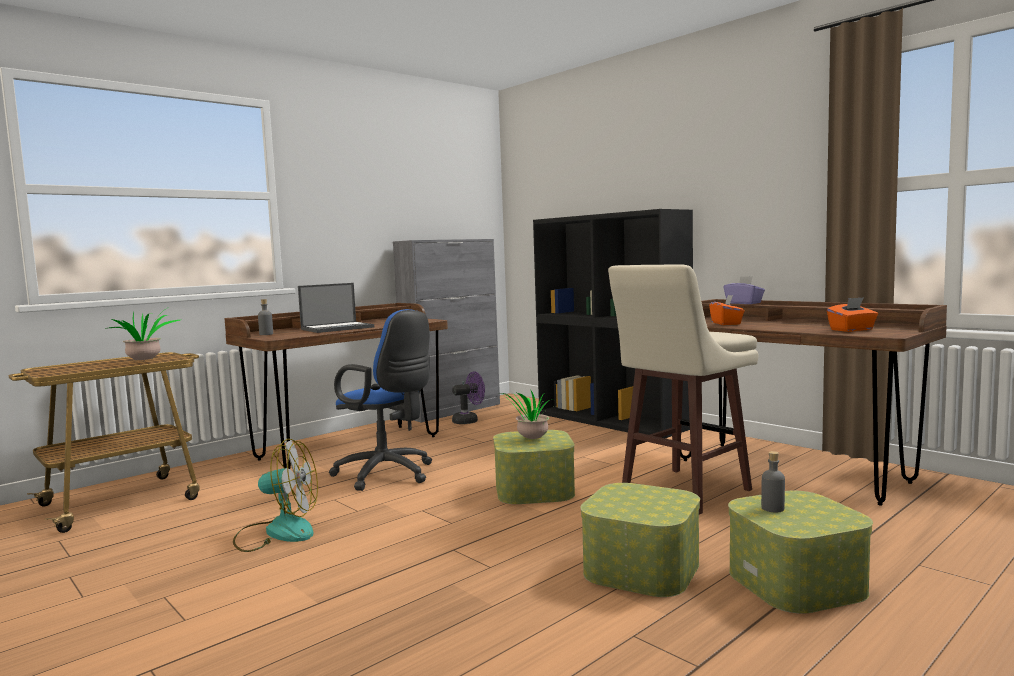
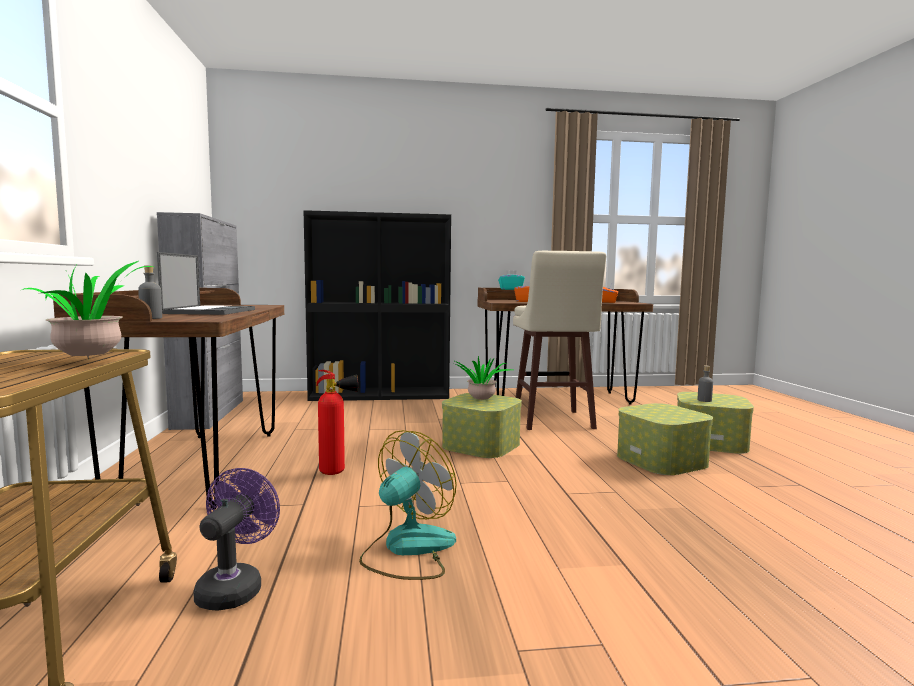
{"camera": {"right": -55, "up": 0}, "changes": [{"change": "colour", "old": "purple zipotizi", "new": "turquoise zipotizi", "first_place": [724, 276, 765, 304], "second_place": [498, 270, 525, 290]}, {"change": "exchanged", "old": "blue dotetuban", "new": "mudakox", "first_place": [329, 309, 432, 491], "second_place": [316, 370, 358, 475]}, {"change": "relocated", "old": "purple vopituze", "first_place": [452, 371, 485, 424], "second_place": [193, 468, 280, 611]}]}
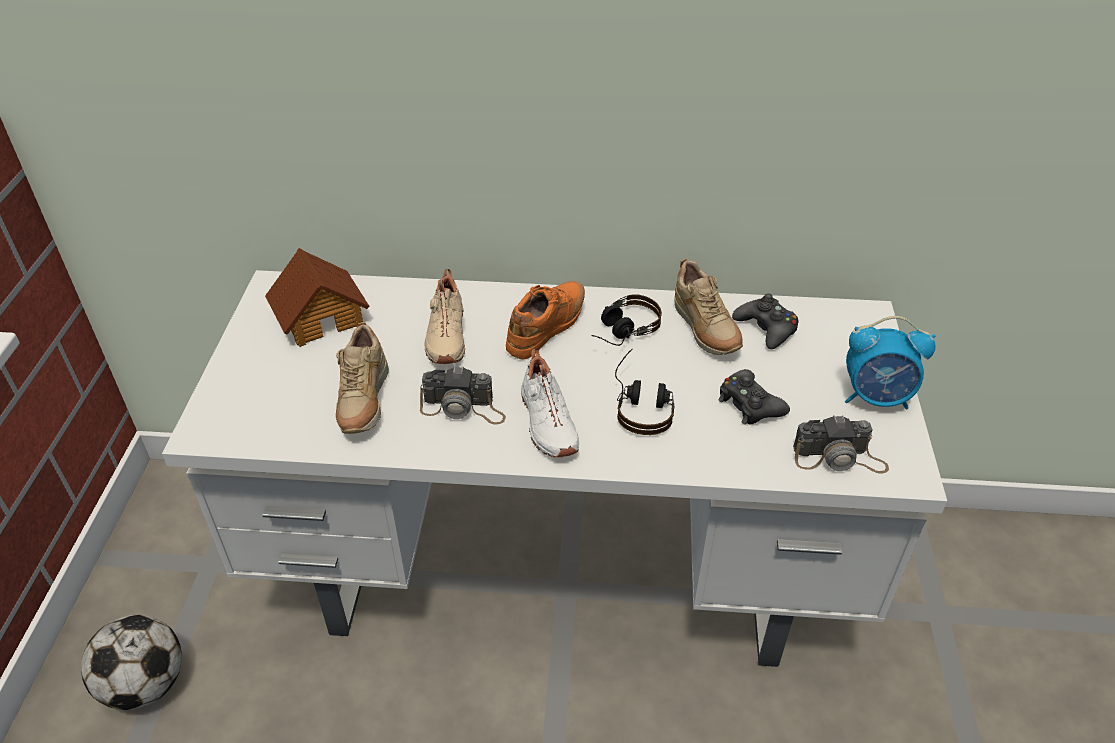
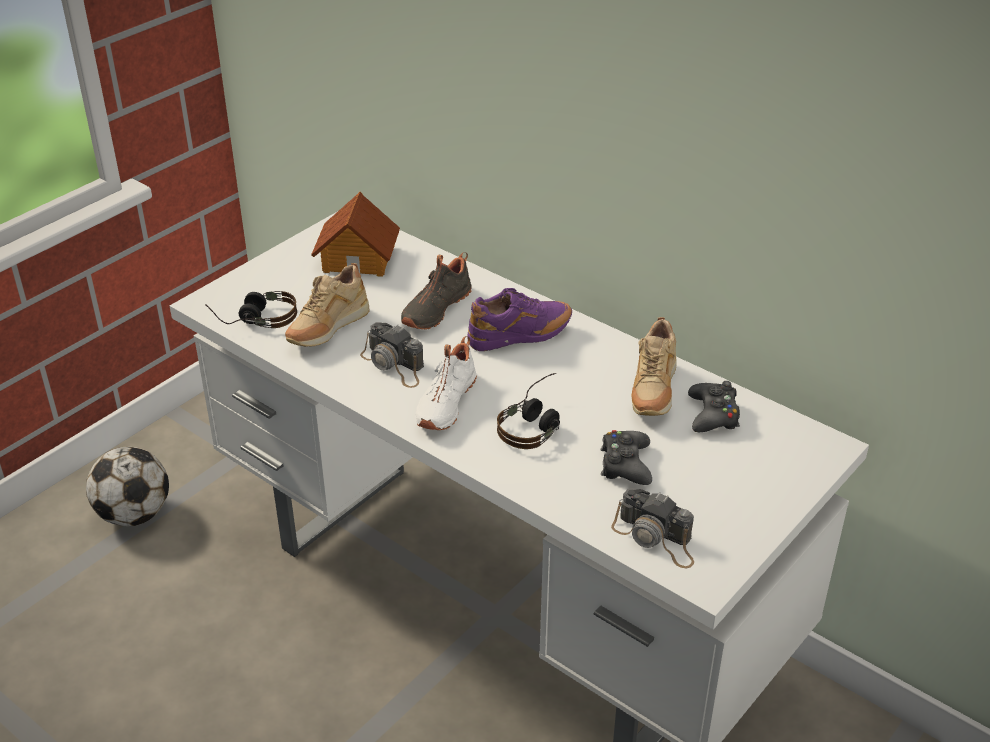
{"camera": {"right": 35, "up": -5}, "changes": [{"change": "colour", "old": "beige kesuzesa", "new": "black kesuzesa", "first_place": [424, 269, 465, 364], "second_place": [401, 252, 472, 330]}, {"change": "colour", "old": "orange kesuzesa", "new": "purple kesuzesa", "first_place": [506, 281, 585, 360], "second_place": [468, 288, 572, 351]}, {"change": "relocated", "old": "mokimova", "first_place": [591, 294, 662, 346], "second_place": [205, 291, 297, 328]}, {"change": "missing", "old": "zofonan", "first_place": [845, 316, 936, 409]}]}
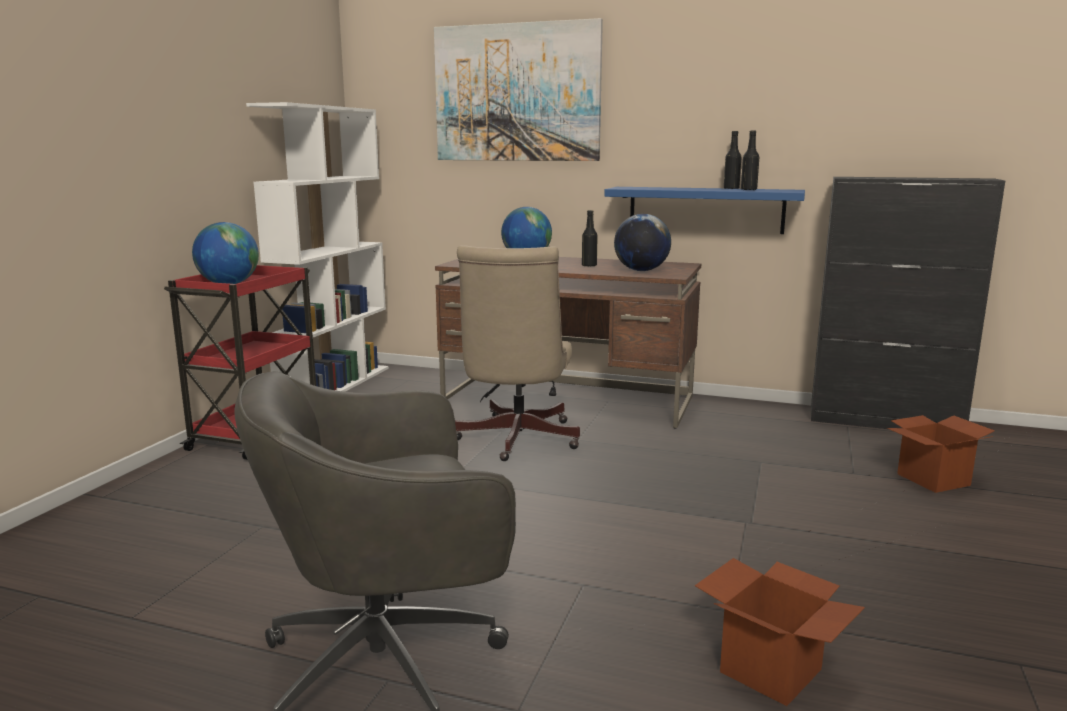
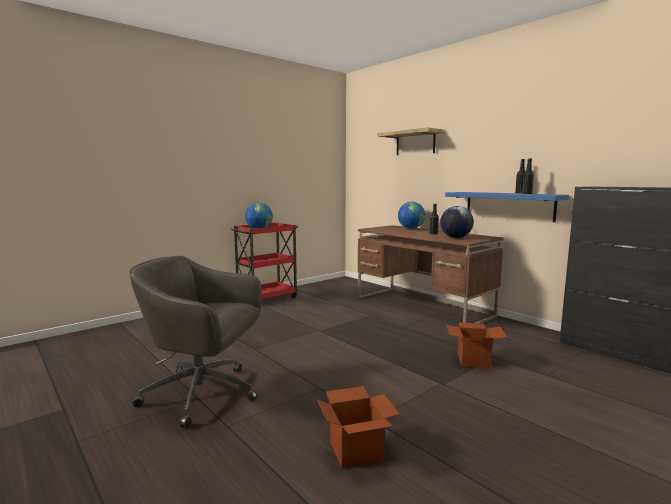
{"camera": {"right": 30, "up": -5}, "changes": [{"change": "exchanged", "old": "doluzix", "new": "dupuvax", "first_place": [434, 18, 603, 161], "second_place": [377, 127, 443, 155]}, {"change": "missing", "old": "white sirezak", "first_place": [246, 102, 389, 392]}, {"change": "missing", "old": "beige dotetuban", "first_place": [455, 245, 580, 461]}, {"change": "relocated", "old": "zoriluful", "first_place": [887, 415, 995, 493], "second_place": [446, 322, 507, 368]}]}
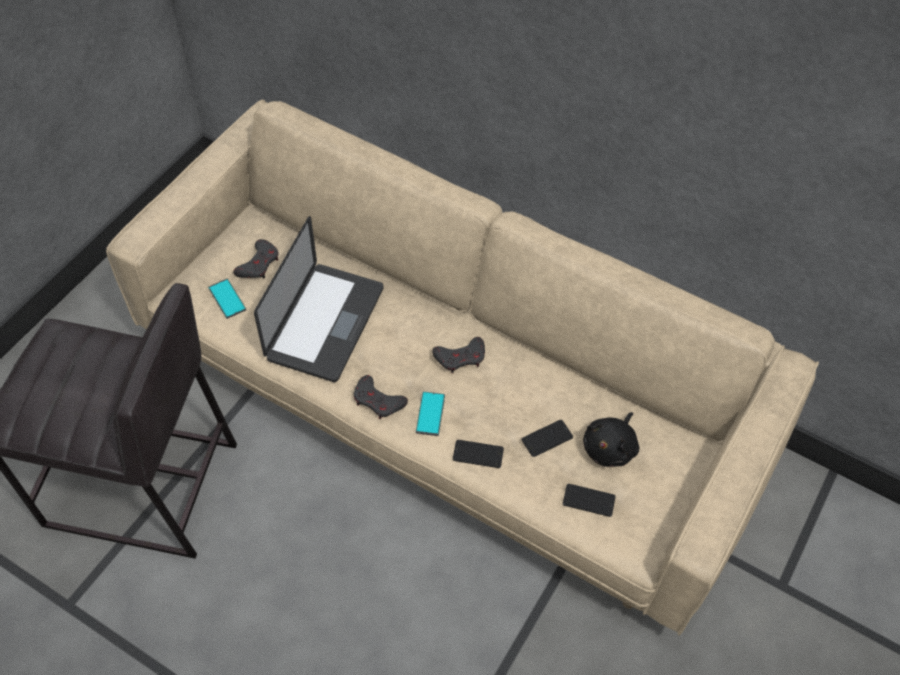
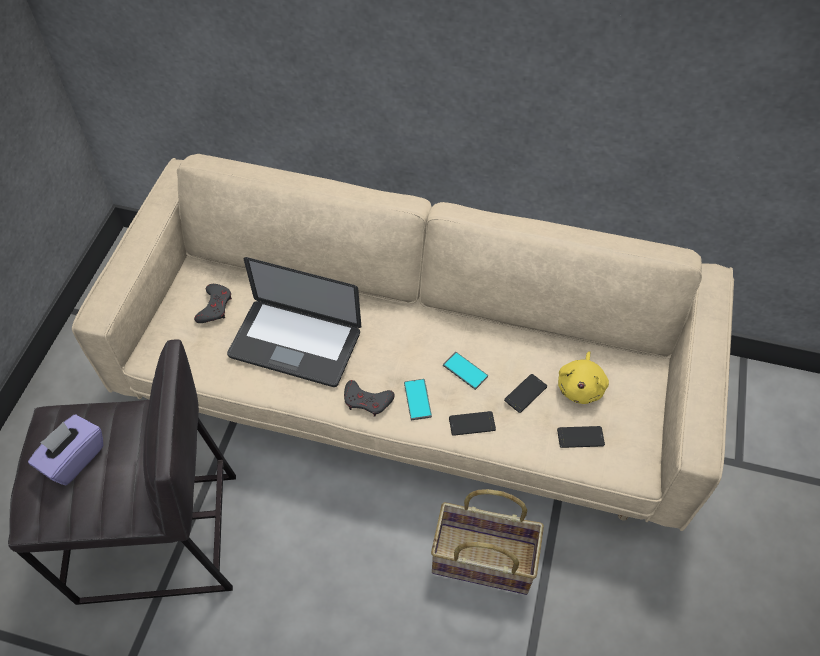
{"camera": {"right": -15, "up": 0}, "changes": [{"change": "spun", "old": "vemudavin", "first_place": [254, 216, 384, 382], "second_place": [227, 257, 361, 387], "degrees": 105}, {"change": "relocated", "old": "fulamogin", "first_place": [208, 279, 246, 319], "second_place": [443, 352, 488, 390]}, {"change": "missing", "old": "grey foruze", "first_place": [432, 337, 485, 373]}, {"change": "colour", "old": "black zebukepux", "new": "yellow zebukepux", "first_place": [583, 412, 639, 467], "second_place": [558, 351, 609, 404]}, {"change": "appeared", "new": "purple zipotizi", "second_place": [28, 414, 103, 485]}, {"change": "appeared", "new": "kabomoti", "second_place": [431, 489, 544, 595]}]}
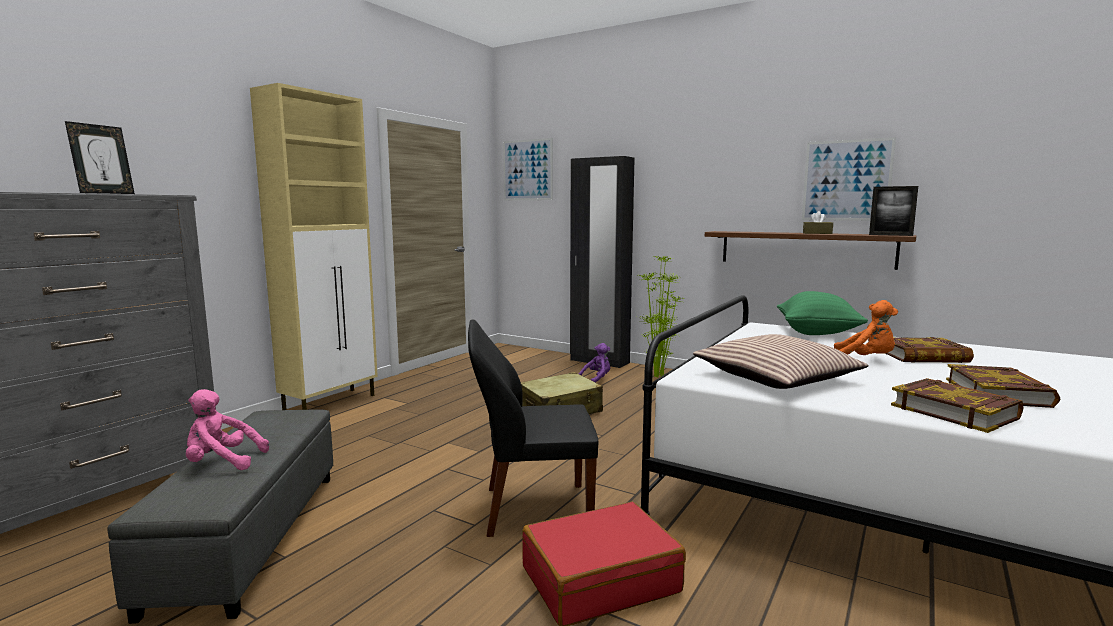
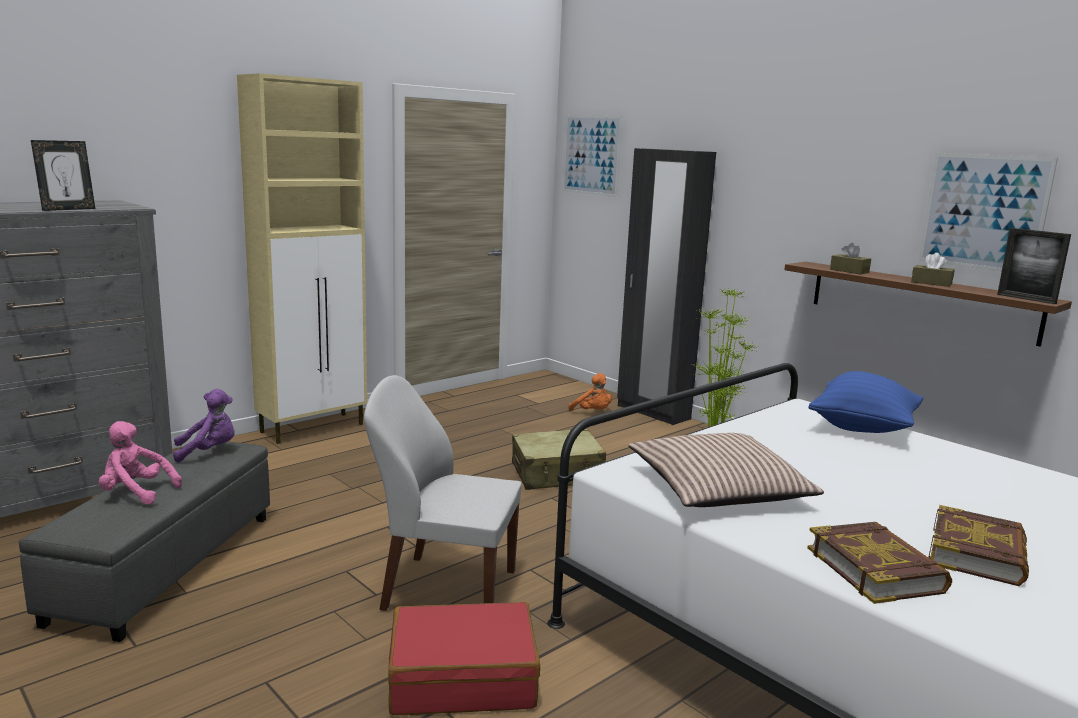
{"camera": {"right": 15, "up": 5}, "changes": [{"change": "colour", "old": "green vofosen", "new": "blue vofosen", "first_place": [777, 291, 868, 335], "second_place": [808, 371, 923, 433]}, {"change": "relocated", "old": "orange zebukepux", "first_place": [834, 300, 898, 355], "second_place": [568, 373, 612, 411]}, {"change": "colour", "old": "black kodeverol", "new": "white kodeverol", "first_place": [468, 319, 598, 537], "second_place": [364, 375, 522, 611]}, {"change": "missing", "old": "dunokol", "first_place": [884, 337, 974, 363]}, {"change": "relocated", "old": "purple zebukepux", "first_place": [578, 343, 610, 383], "second_place": [173, 389, 235, 463]}, {"change": "appeared", "new": "brown zipotizi", "second_place": [830, 243, 871, 274]}]}
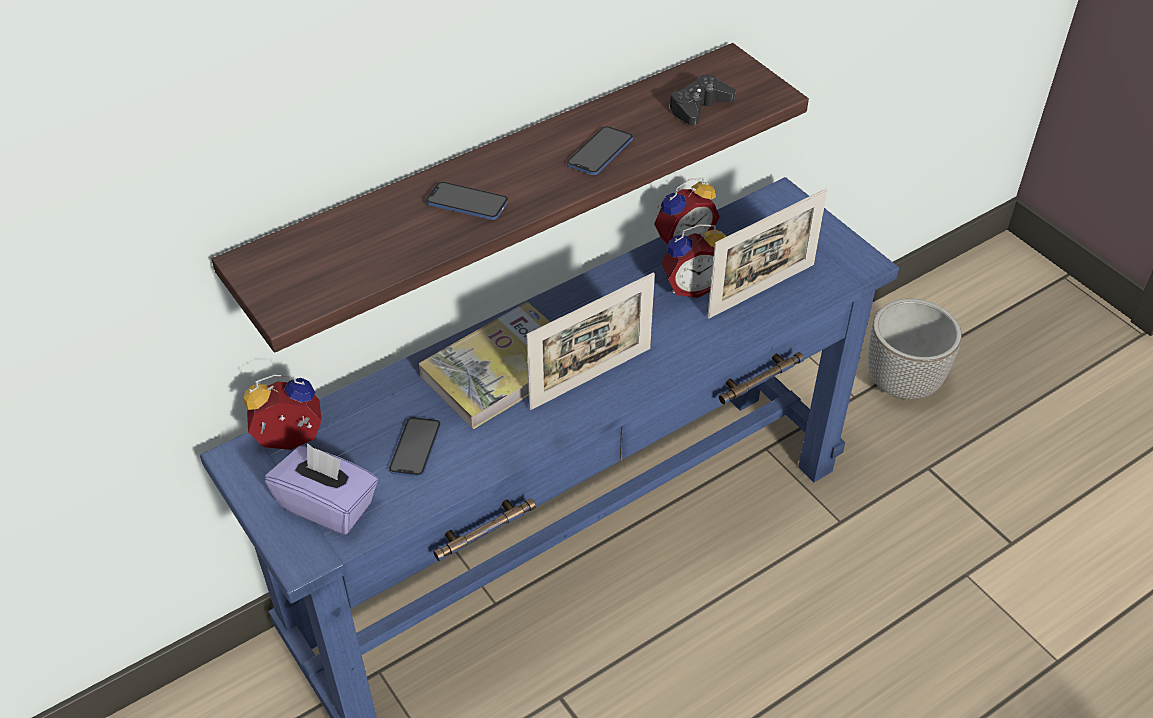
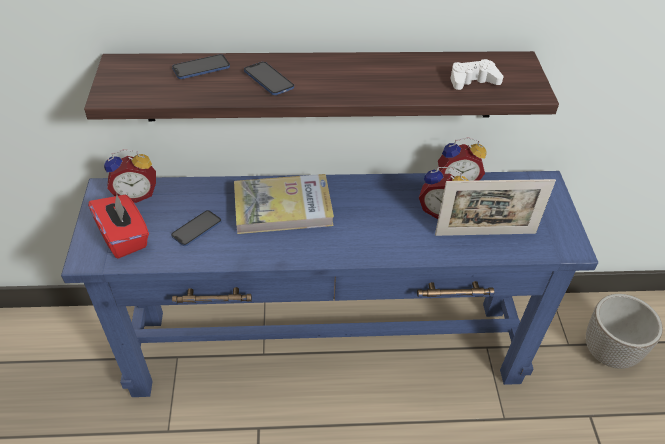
{"camera": {"right": 30, "up": 0}, "changes": [{"change": "colour", "old": "black foruze", "new": "white foruze", "first_place": [669, 75, 736, 125], "second_place": [450, 59, 503, 90]}, {"change": "relocated", "old": "fulamogin", "first_place": [567, 126, 633, 175], "second_place": [172, 54, 230, 79]}, {"change": "missing", "old": "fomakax", "first_place": [526, 273, 655, 410]}, {"change": "spun", "old": "zofonan", "first_place": [244, 375, 322, 450], "second_place": [104, 149, 156, 203], "degrees": 150}, {"change": "colour", "old": "purple zipotizi", "new": "red zipotizi", "first_place": [265, 443, 378, 535], "second_place": [88, 194, 149, 259]}]}
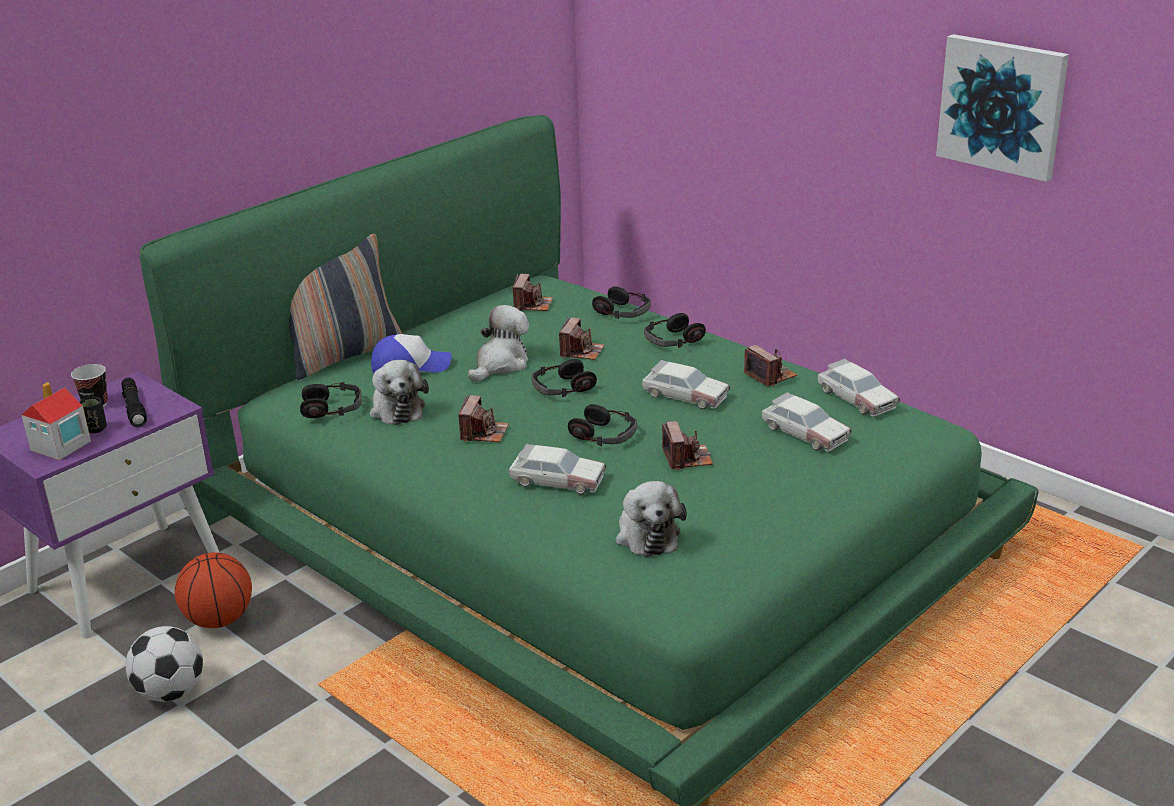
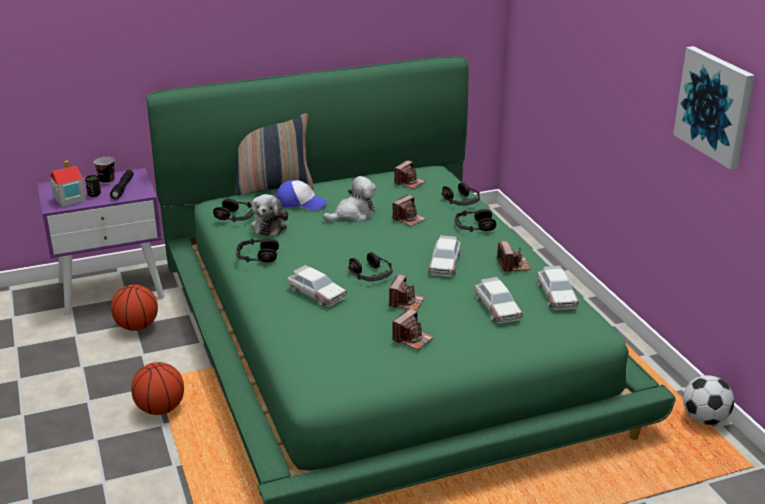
{"camera": {"right": 25, "up": 0}, "changes": [{"change": "relocated", "old": "mokimova", "first_place": [532, 359, 597, 397], "second_place": [236, 239, 279, 262]}, {"change": "spun", "old": "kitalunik", "first_place": [642, 360, 730, 409], "second_place": [428, 235, 461, 277], "degrees": 45}, {"change": "relocated", "old": "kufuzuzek", "first_place": [458, 395, 509, 442], "second_place": [392, 308, 434, 350]}, {"change": "missing", "old": "zebukepux", "first_place": [616, 481, 687, 557]}, {"change": "relocated", "old": "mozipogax", "first_place": [126, 626, 203, 702], "second_place": [683, 375, 734, 425]}, {"change": "appeared", "new": "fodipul", "second_place": [131, 362, 184, 415]}]}
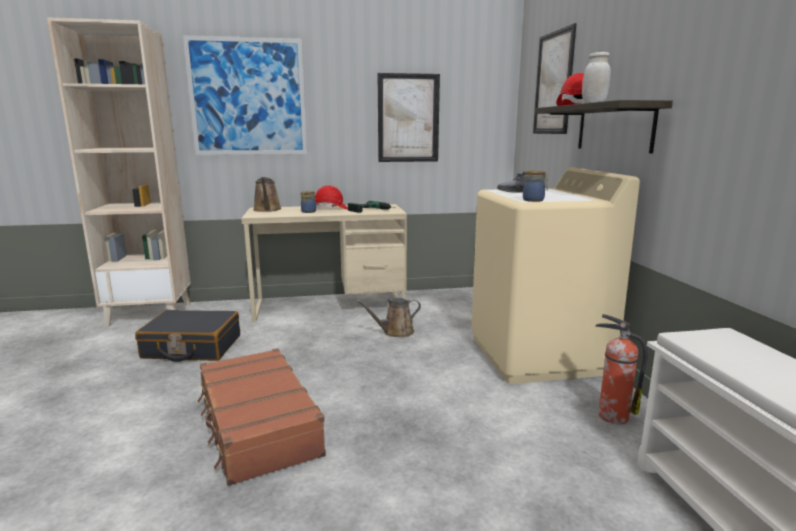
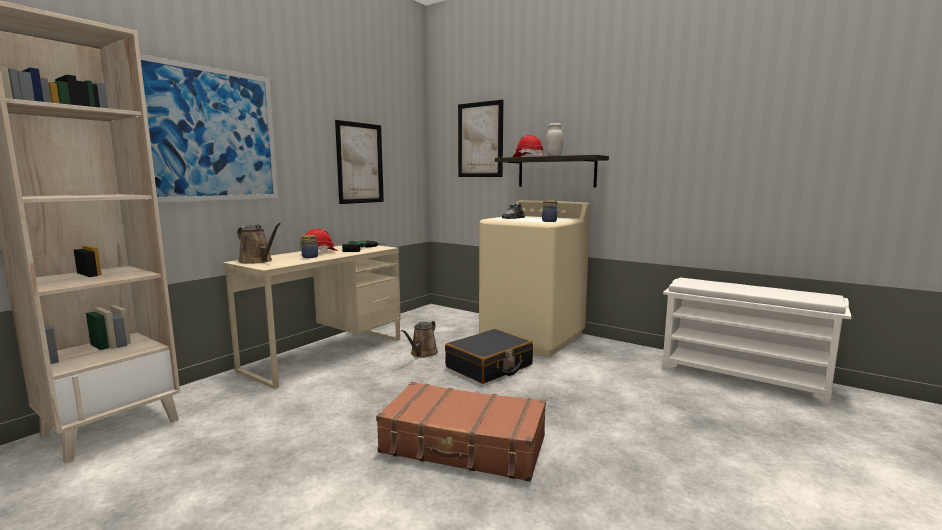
{"camera": {"right": -45, "up": -5}, "changes": [{"change": "relocated", "old": "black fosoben", "first_place": [135, 310, 240, 362], "second_place": [445, 329, 533, 384]}, {"change": "missing", "old": "mudakox", "first_place": [595, 314, 648, 424]}]}
